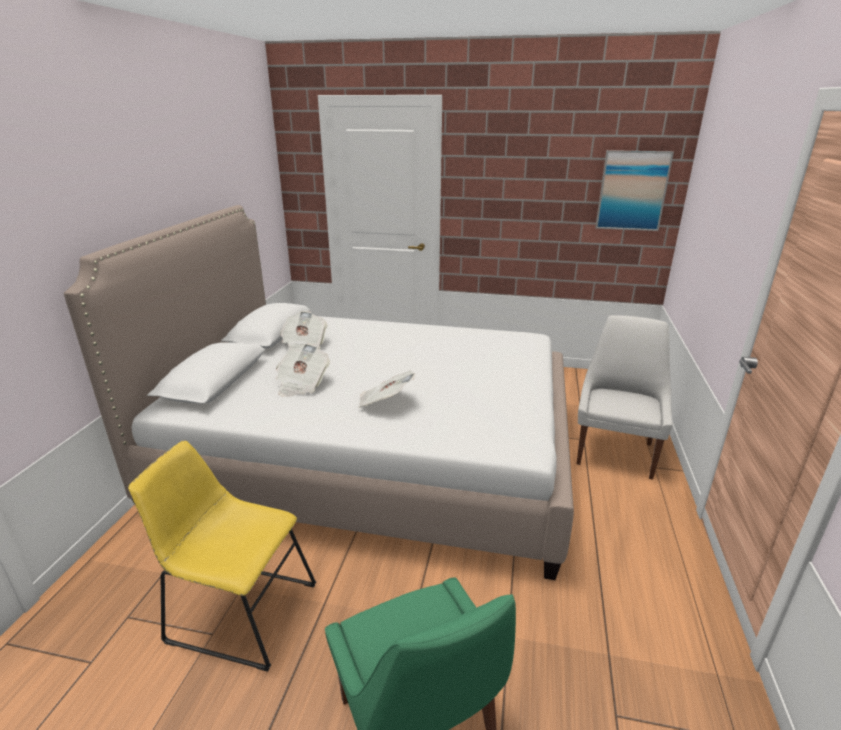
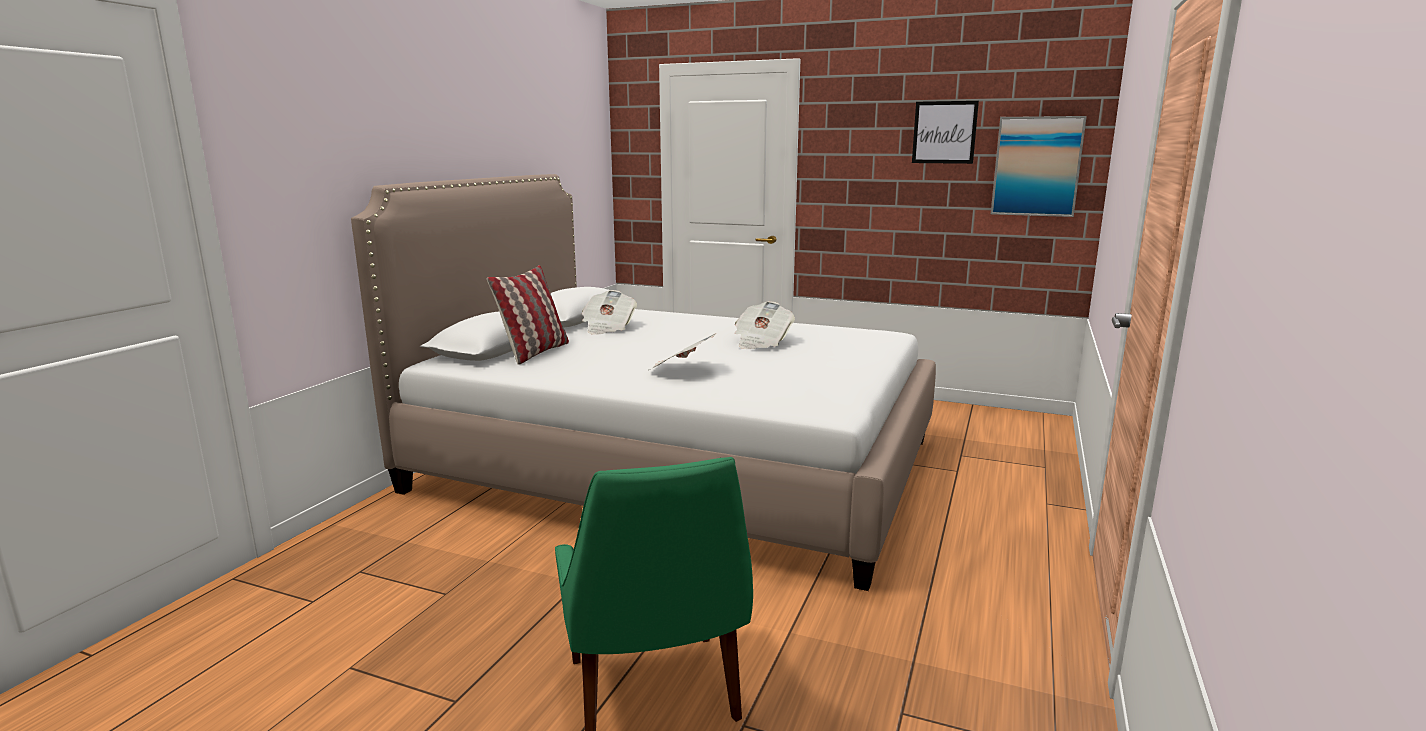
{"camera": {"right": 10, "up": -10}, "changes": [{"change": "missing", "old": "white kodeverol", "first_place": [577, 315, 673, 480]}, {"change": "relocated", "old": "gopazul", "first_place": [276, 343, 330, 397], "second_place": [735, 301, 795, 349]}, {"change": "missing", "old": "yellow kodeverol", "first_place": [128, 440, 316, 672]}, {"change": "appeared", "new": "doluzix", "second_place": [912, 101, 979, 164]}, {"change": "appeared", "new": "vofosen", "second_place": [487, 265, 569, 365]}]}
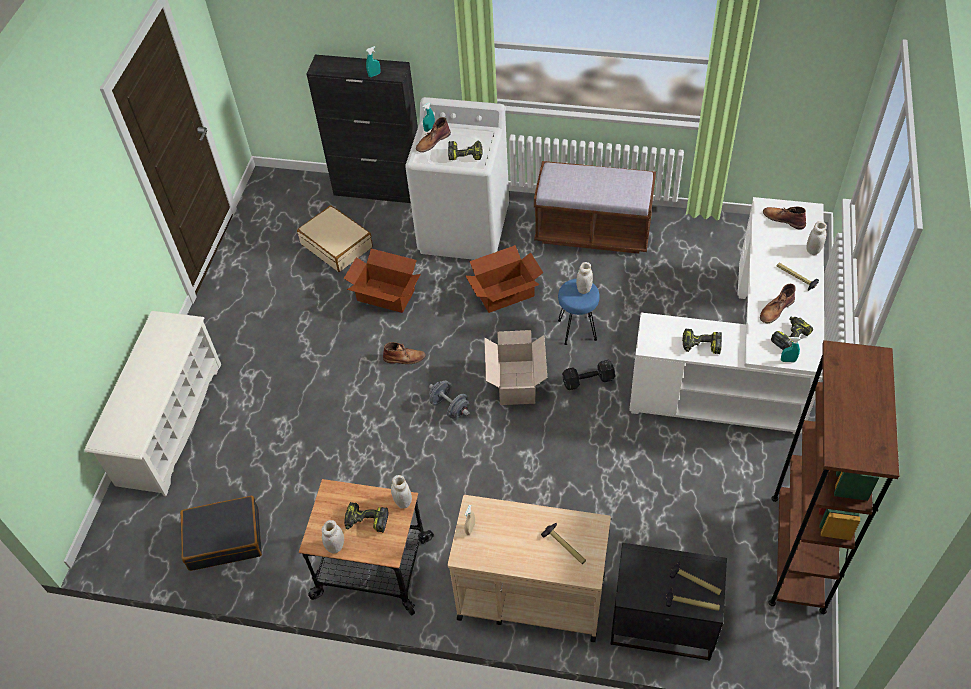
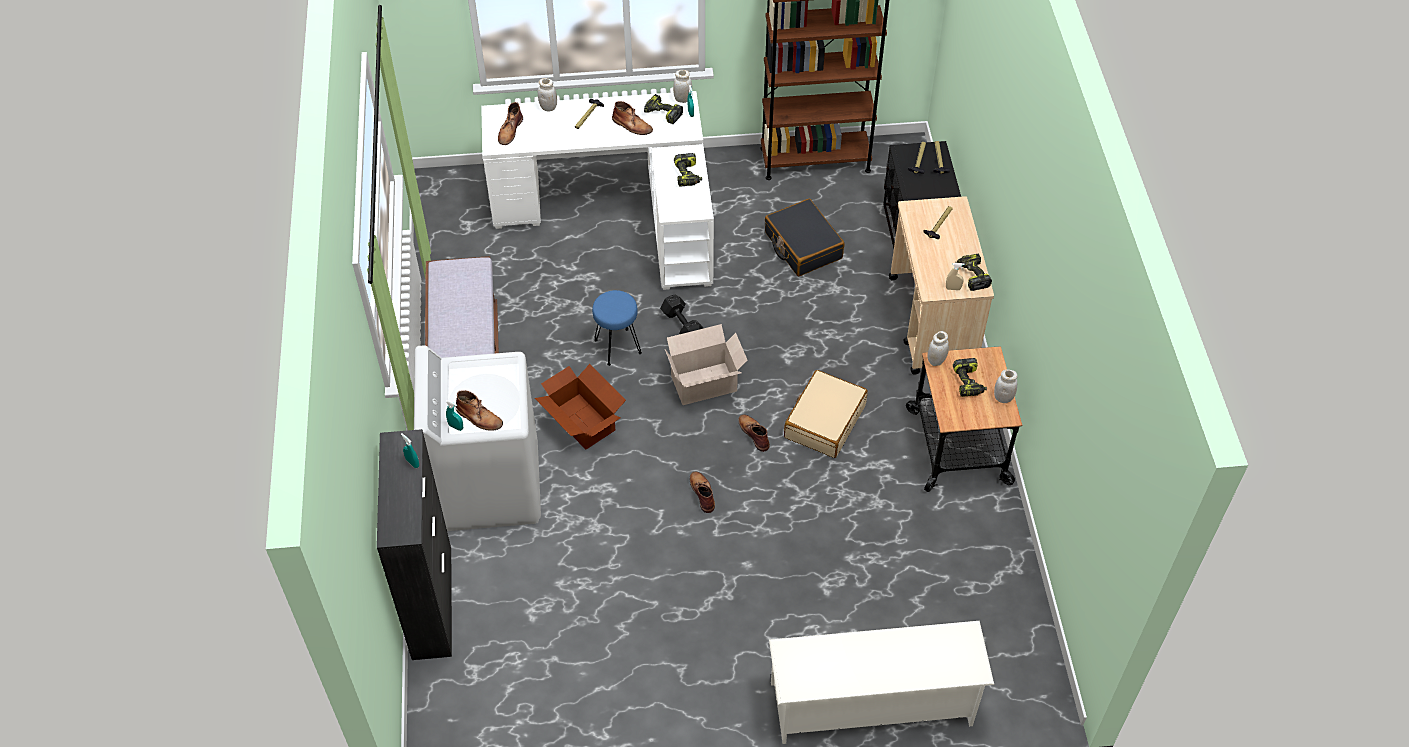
{"camera": {"right": -110, "up": 0}, "changes": [{"change": "relocated", "old": "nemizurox", "first_place": [448, 141, 483, 160], "second_place": [955, 254, 992, 291]}, {"change": "relocated", "old": "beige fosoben", "first_place": [297, 205, 373, 272], "second_place": [784, 370, 868, 458]}, {"change": "missing", "old": "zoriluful", "first_place": [344, 249, 421, 313]}, {"change": "relocated", "old": "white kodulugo", "first_place": [576, 262, 593, 294], "second_place": [673, 70, 692, 103]}, {"change": "exchanged", "old": "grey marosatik", "new": "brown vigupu", "first_place": [429, 381, 469, 419], "second_place": [738, 415, 770, 452]}, {"change": "relocated", "old": "black fosoben", "first_place": [180, 496, 262, 571], "second_place": [765, 199, 844, 276]}]}
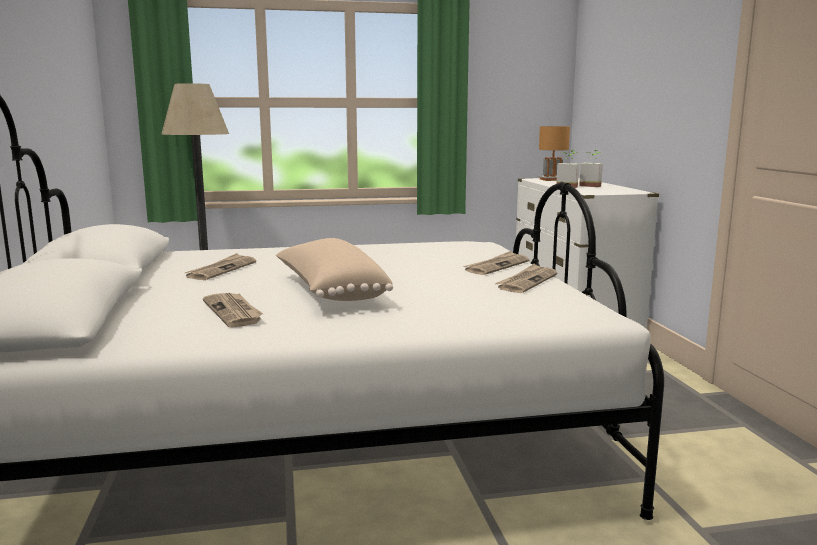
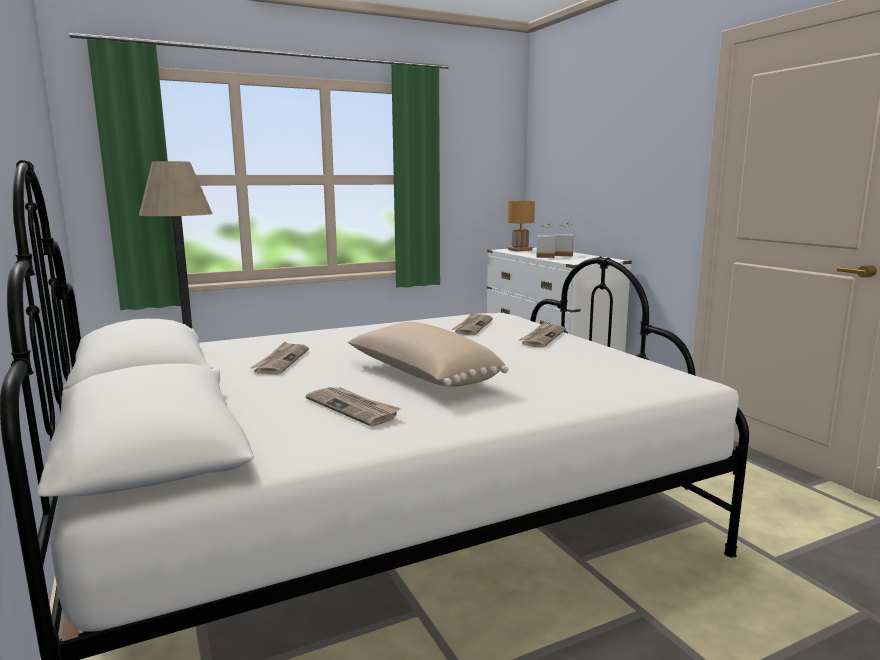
{"camera": {"right": -15, "up": 0}, "changes": [{"change": "relocated", "old": "gopazul", "first_place": [495, 264, 557, 293], "second_place": [452, 312, 493, 335]}]}
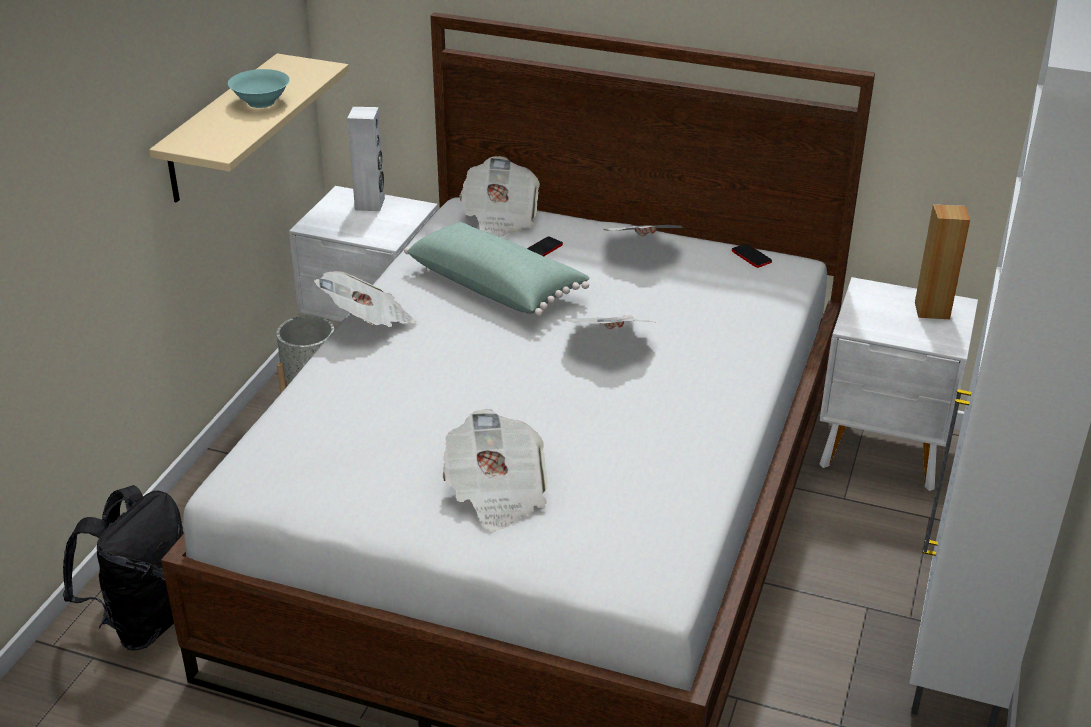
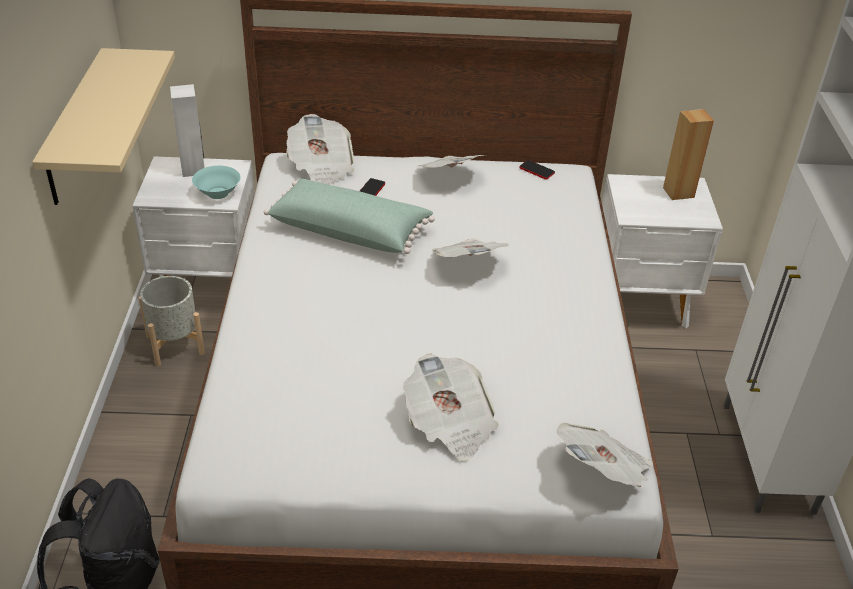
{"camera": {"right": -20, "up": 5}, "changes": [{"change": "relocated", "old": "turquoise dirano", "first_place": [228, 69, 290, 108], "second_place": [192, 166, 241, 199]}, {"change": "relocated", "old": "gopazul", "first_place": [314, 271, 417, 327], "second_place": [556, 423, 653, 488]}]}
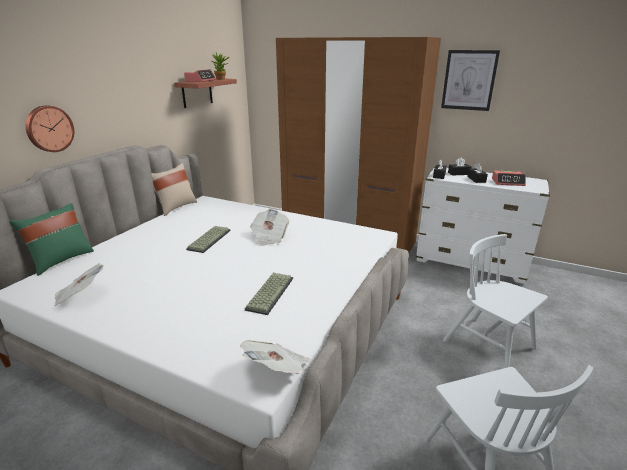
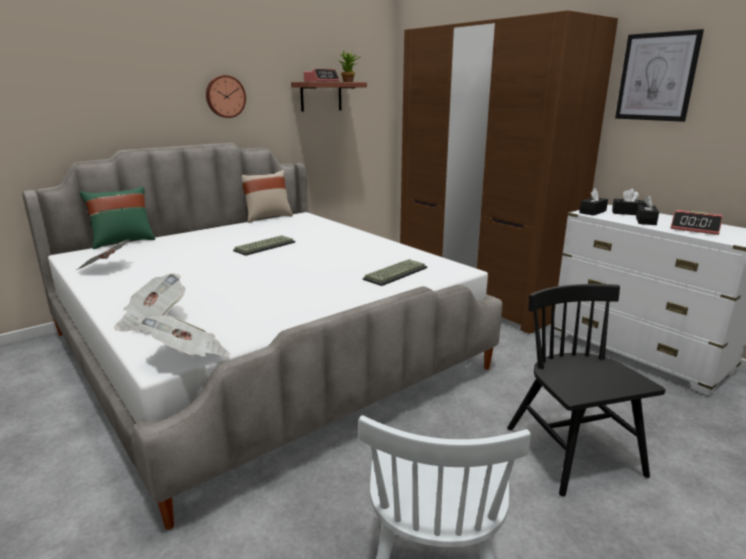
{"camera": {"right": 25, "up": -5}, "changes": [{"change": "relocated", "old": "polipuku", "first_place": [26, 105, 74, 152], "second_place": [206, 75, 246, 118]}, {"change": "relocated", "old": "gopazul", "first_place": [251, 209, 289, 246], "second_place": [114, 273, 185, 332]}, {"change": "colour", "old": "white kodeverol", "new": "black kodeverol", "first_place": [443, 234, 548, 368], "second_place": [507, 284, 665, 496]}, {"change": "relocated", "old": "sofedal", "first_place": [245, 273, 293, 315], "second_place": [363, 259, 427, 286]}]}
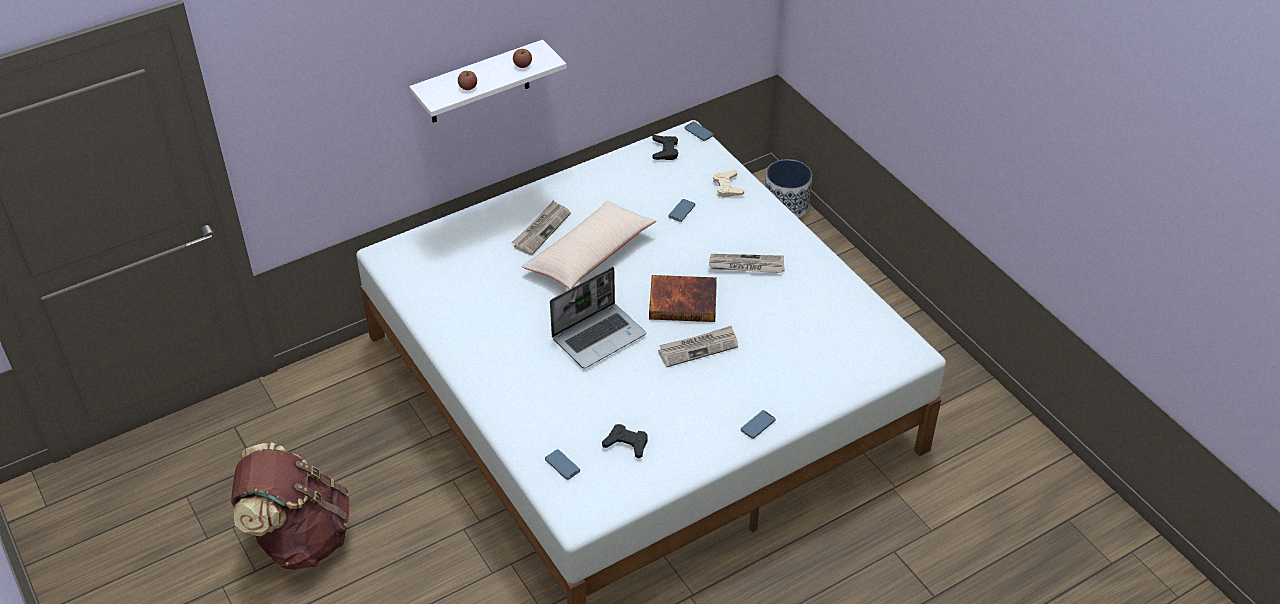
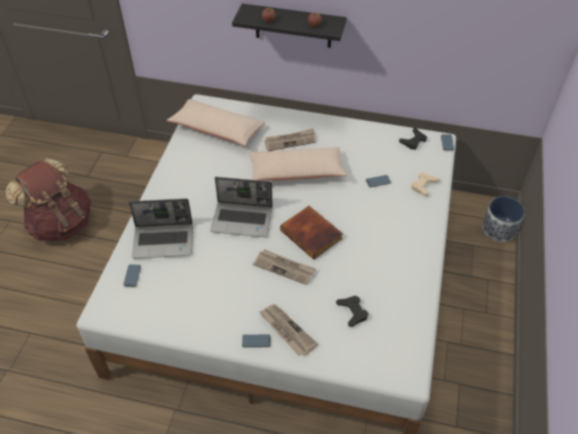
{"camera": {"right": 45, "up": 5}, "changes": [{"change": "colour", "old": "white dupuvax", "new": "black dupuvax", "first_place": [409, 40, 567, 123], "second_place": [232, 3, 347, 48]}, {"change": "relocated", "old": "gopazul", "first_place": [709, 254, 785, 273], "second_place": [259, 304, 318, 356]}, {"change": "relocated", "old": "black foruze", "first_place": [602, 424, 647, 459], "second_place": [336, 296, 368, 327]}, {"change": "appeared", "new": "beige vofosen", "second_place": [166, 99, 265, 146]}, {"change": "appeared", "new": "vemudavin", "second_place": [129, 199, 193, 259]}]}
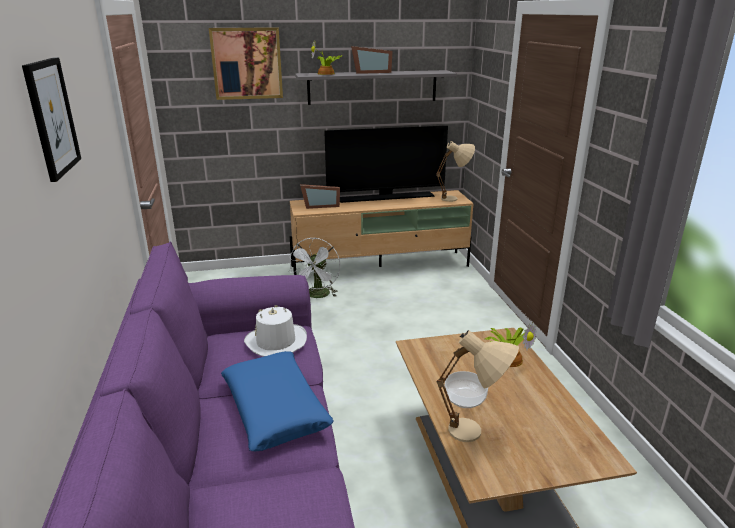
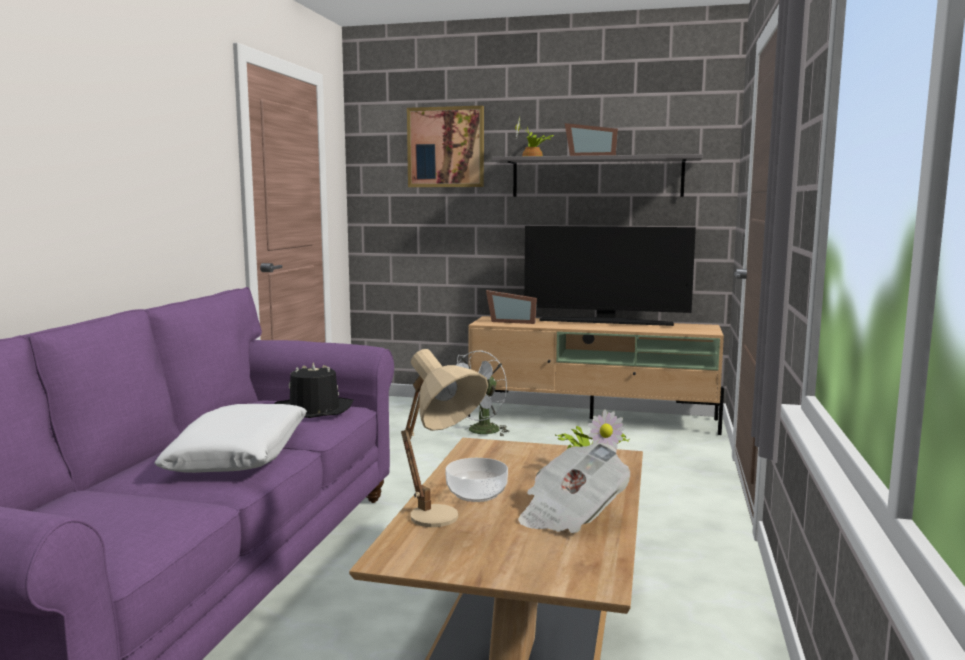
{"camera": {"right": 25, "up": -15}, "changes": [{"change": "missing", "old": "doluzix", "first_place": [22, 57, 81, 182]}, {"change": "missing", "old": "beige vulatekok", "first_place": [436, 141, 475, 202]}, {"change": "colour", "old": "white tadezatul", "new": "black tadezatul", "first_place": [244, 305, 307, 357], "second_place": [274, 362, 354, 418]}, {"change": "colour", "old": "blue vofosen", "new": "white vofosen", "first_place": [221, 351, 334, 451], "second_place": [154, 404, 307, 473]}, {"change": "appeared", "new": "gopazul", "second_place": [518, 443, 630, 533]}]}
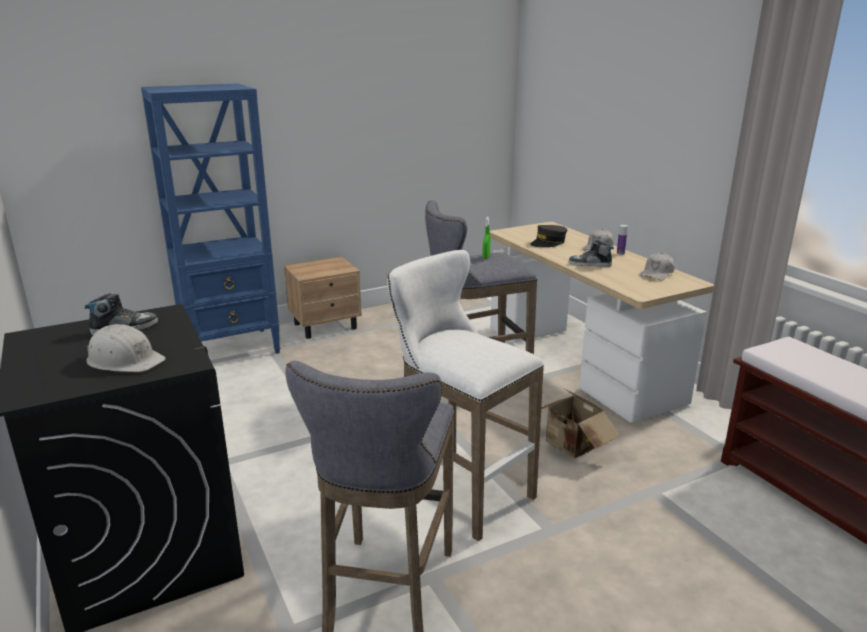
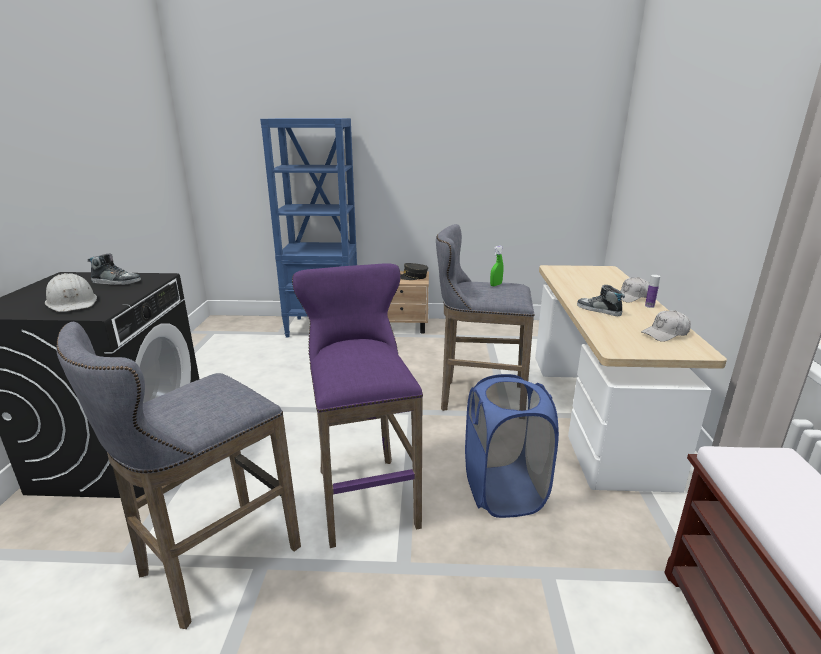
{"camera": {"right": 30, "up": 0}, "changes": [{"change": "relocated", "old": "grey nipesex", "first_place": [530, 225, 567, 247], "second_place": [400, 263, 428, 280]}, {"change": "colour", "old": "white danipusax", "new": "purple danipusax", "first_place": [387, 250, 544, 541], "second_place": [292, 263, 423, 548]}, {"change": "exchanged", "old": "zoriluful", "new": "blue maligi", "first_place": [541, 389, 621, 459], "second_place": [465, 374, 559, 518]}]}
